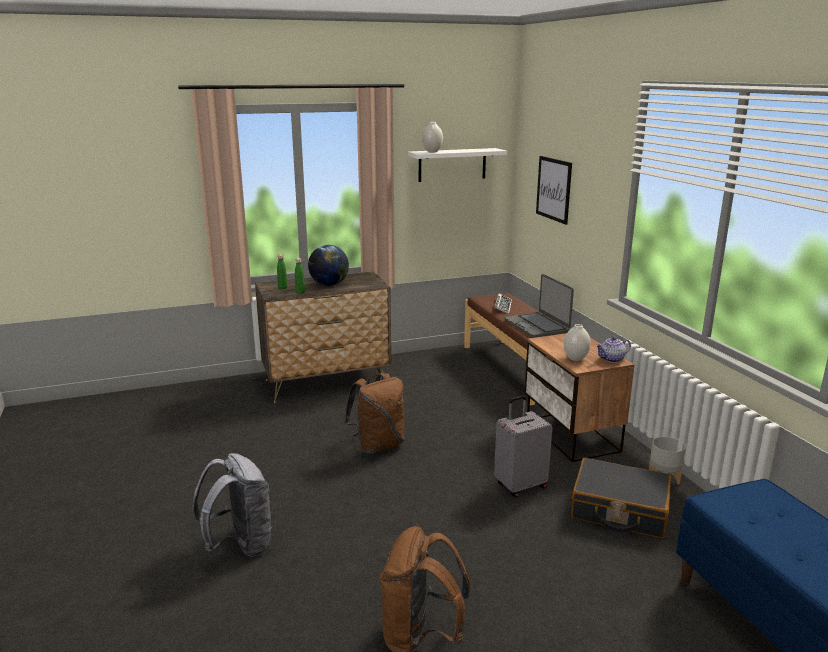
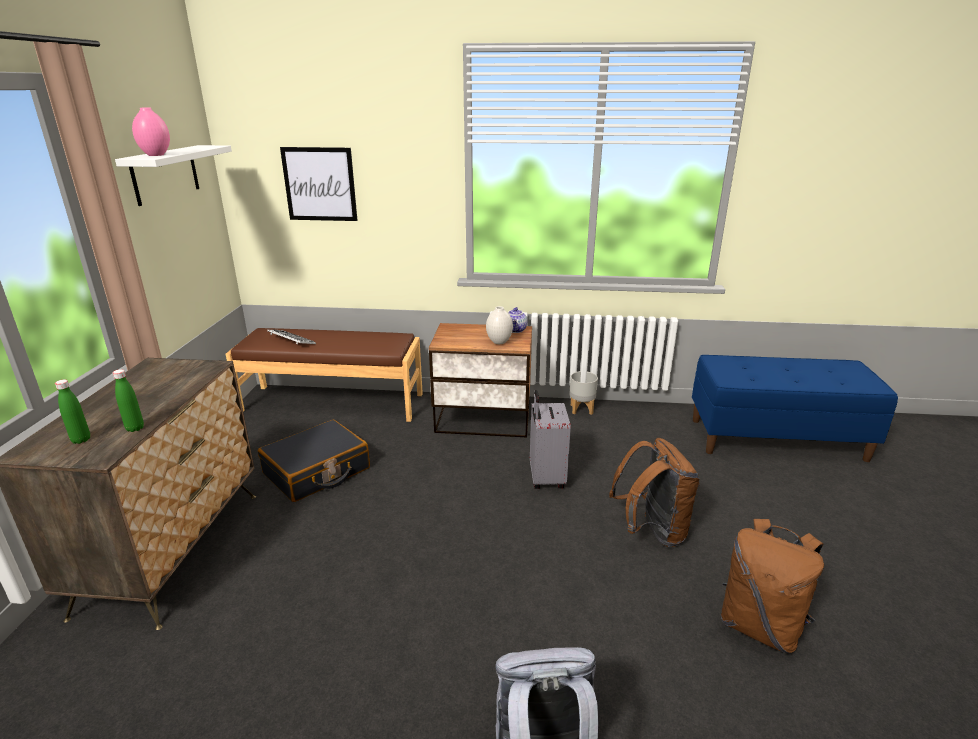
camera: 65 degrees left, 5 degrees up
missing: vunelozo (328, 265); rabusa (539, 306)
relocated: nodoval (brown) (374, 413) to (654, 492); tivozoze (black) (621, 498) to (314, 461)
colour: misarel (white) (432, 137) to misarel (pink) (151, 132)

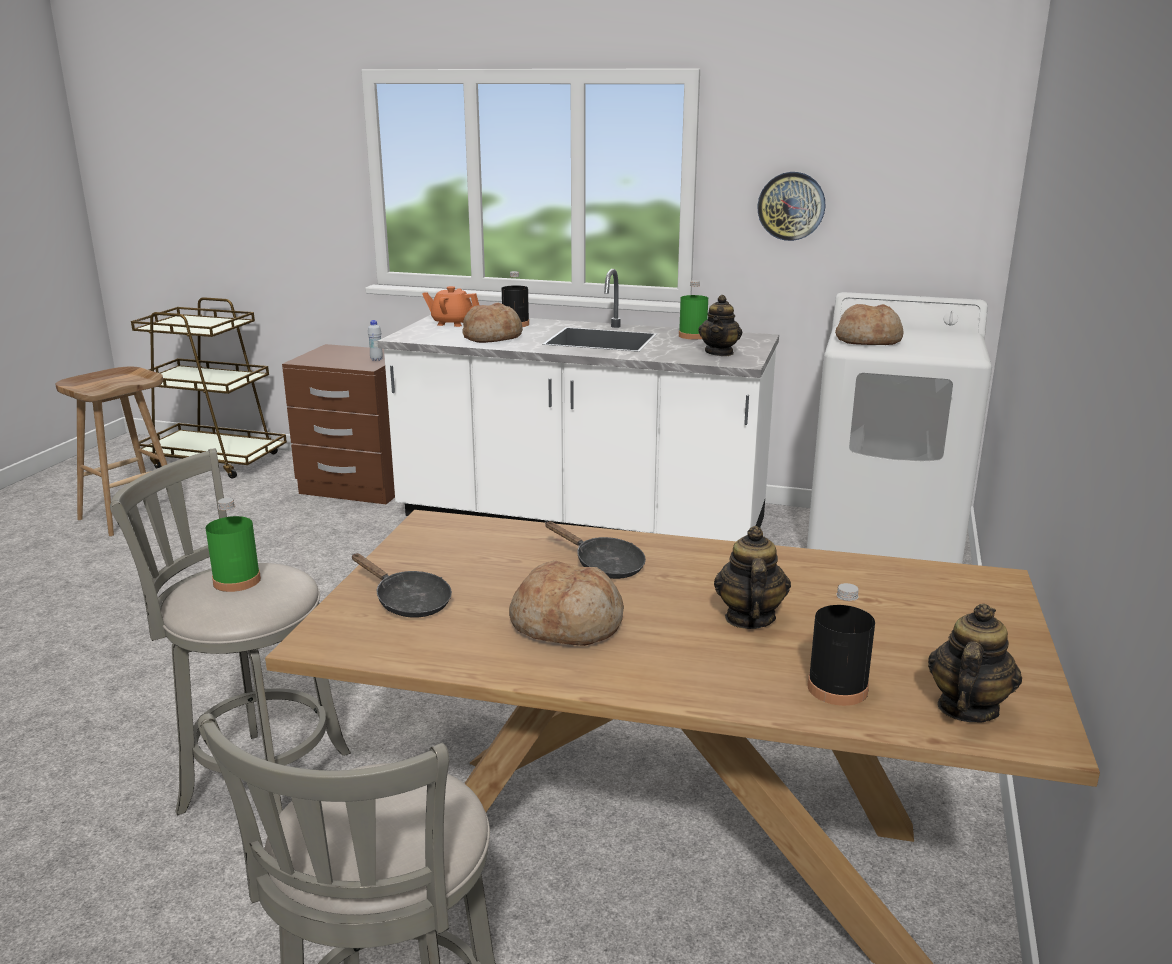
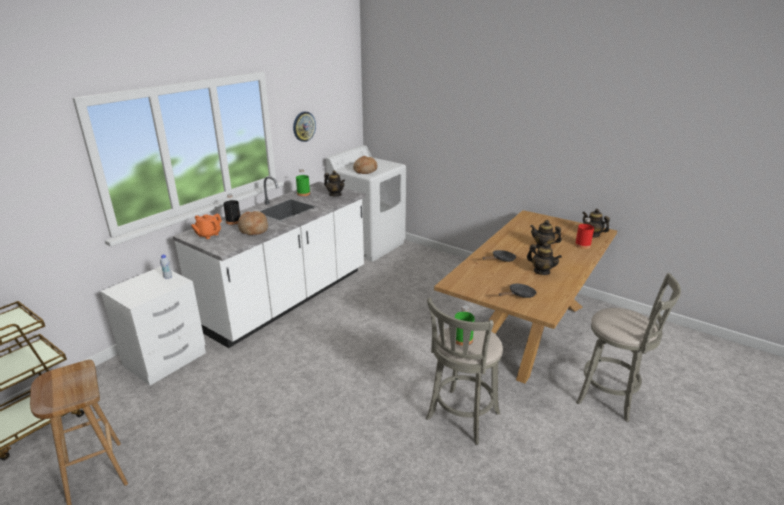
camera: 70 degrees left, 5 degrees up
exchanged: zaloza (566, 603) to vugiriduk (544, 259)
colour: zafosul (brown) (338, 424) to zafosul (white) (153, 326); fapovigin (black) (841, 644) to fapovigin (red) (584, 233)

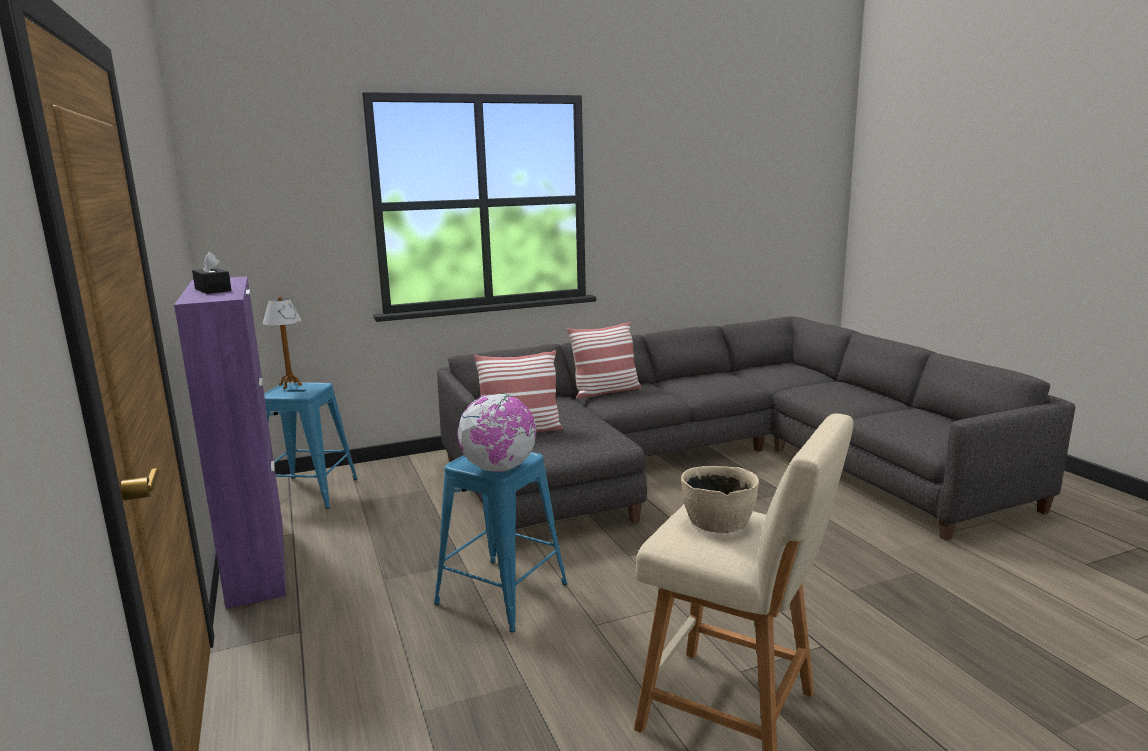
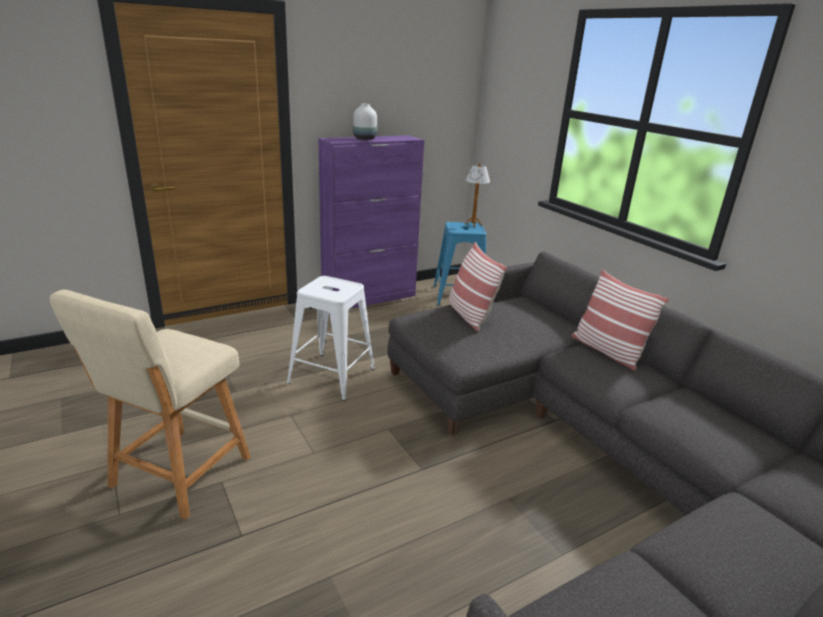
camera: 80 degrees right, 10 degrees up
missing: vunelozo (496, 432); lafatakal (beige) (720, 499)
exchanged: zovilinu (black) (212, 273) to misarel (white) (365, 122)
colour: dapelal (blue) (500, 542) to dapelal (white) (331, 338)

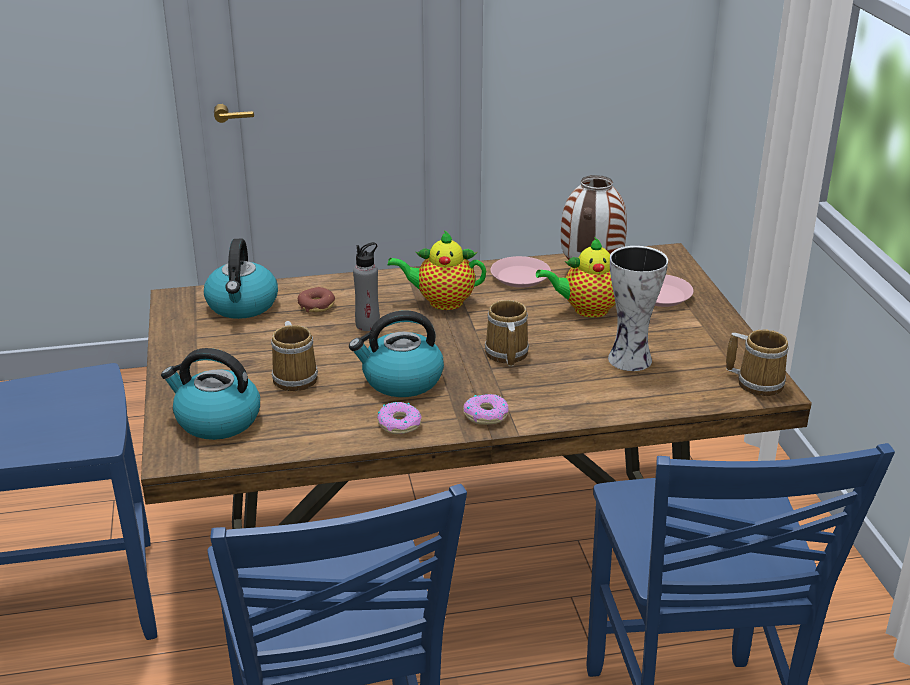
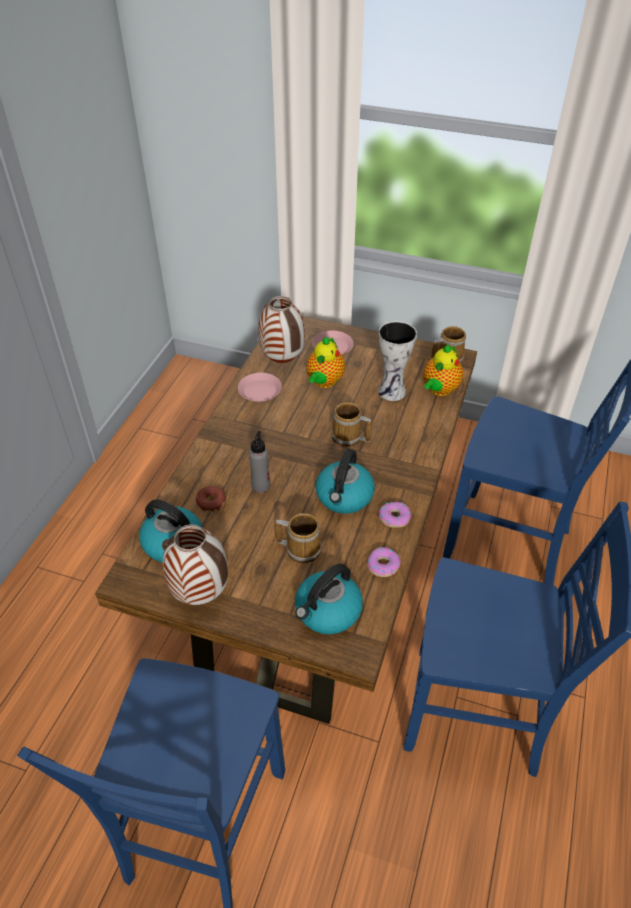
camera: 60 degrees left, 15 degrees up
appeared: misarel (195, 565)
relocated: vugiriduk (437, 270) to (443, 370); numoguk (485, 409) to (384, 562)

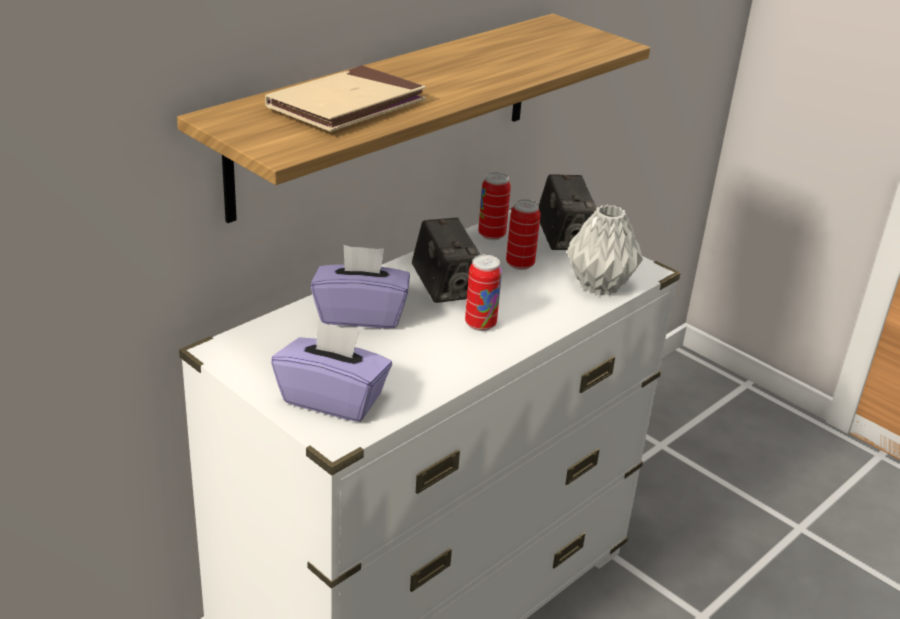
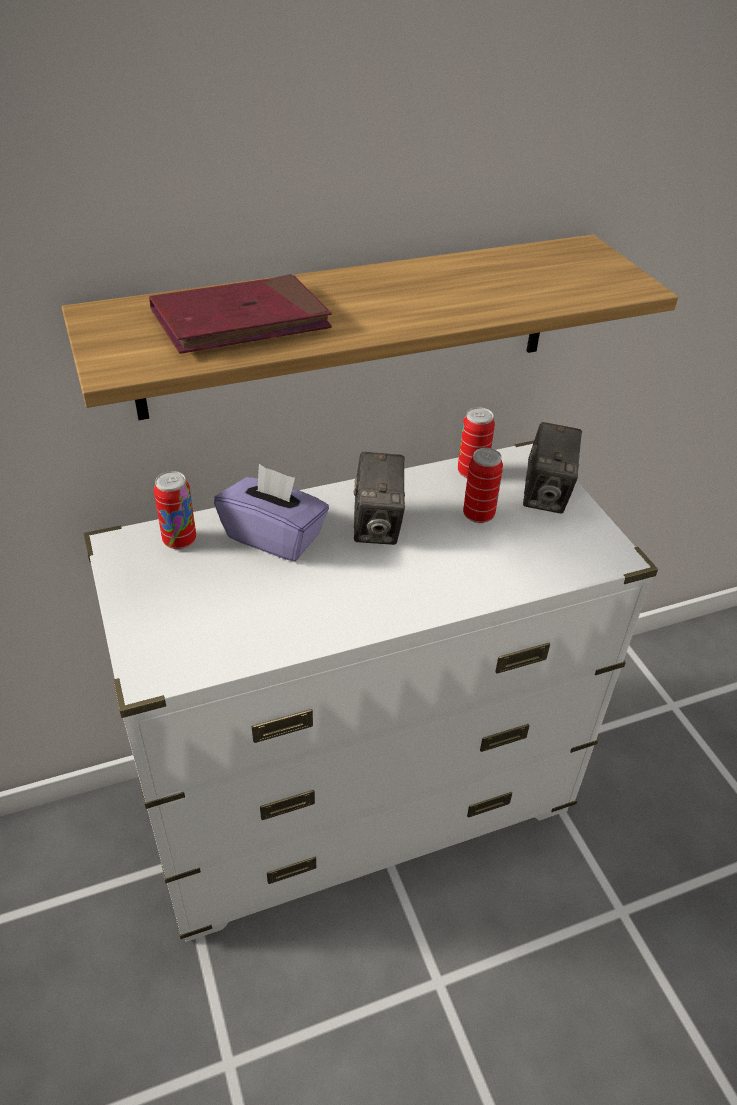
camera: 25 degrees right, 10 degrees up
missing: zovilinu (purple) (331, 371); misarel (grey) (605, 249)
relocated: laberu (483, 293) to (175, 510)
colour: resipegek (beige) (345, 98) to resipegek (red) (240, 314)

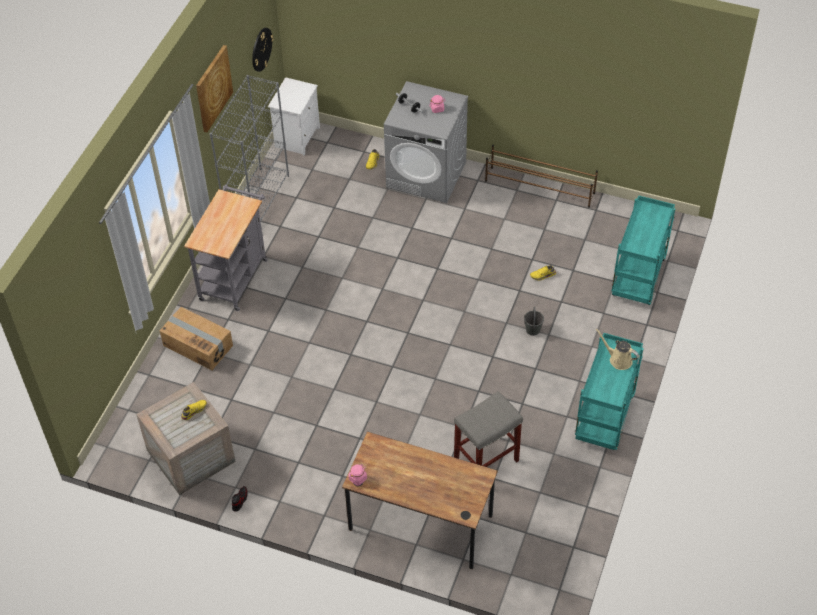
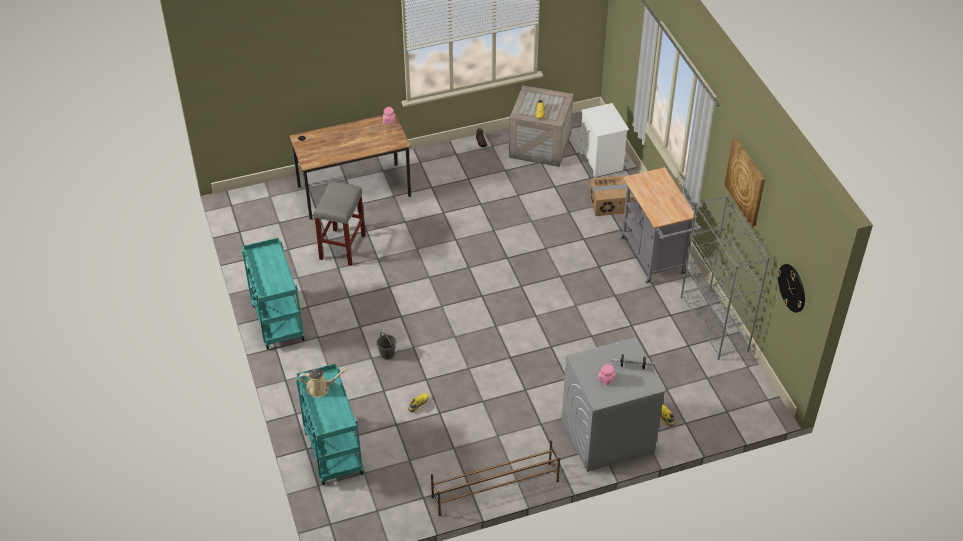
camera: 140 degrees right, 5 degrees down
relocated: zafosul (white) (294, 116) to (604, 140); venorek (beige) (617, 349) to (323, 382)

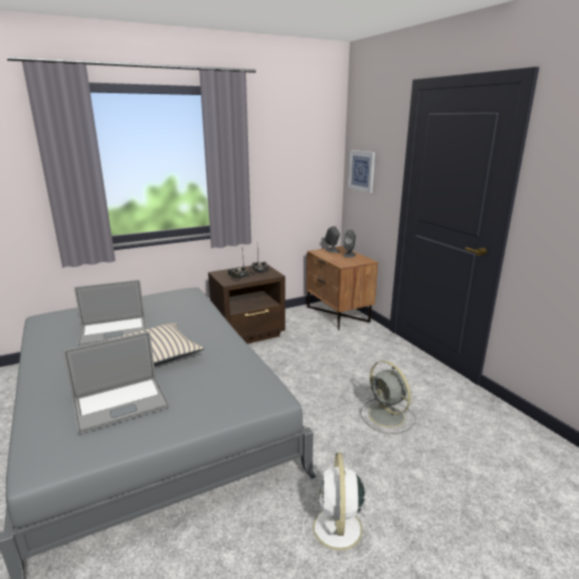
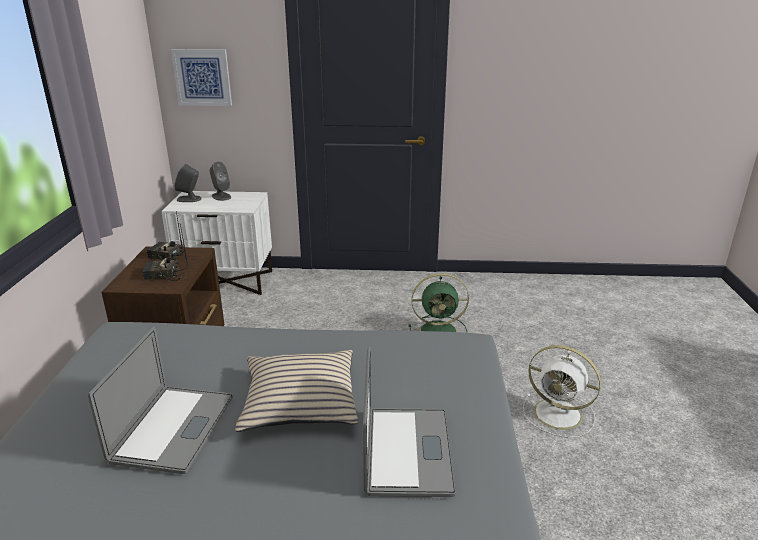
camera: 60 degrees left, 5 degrees up
colour: zafosul (brown) (342, 288) to zafosul (white) (216, 243); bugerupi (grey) (388, 397) to bugerupi (green) (439, 302)

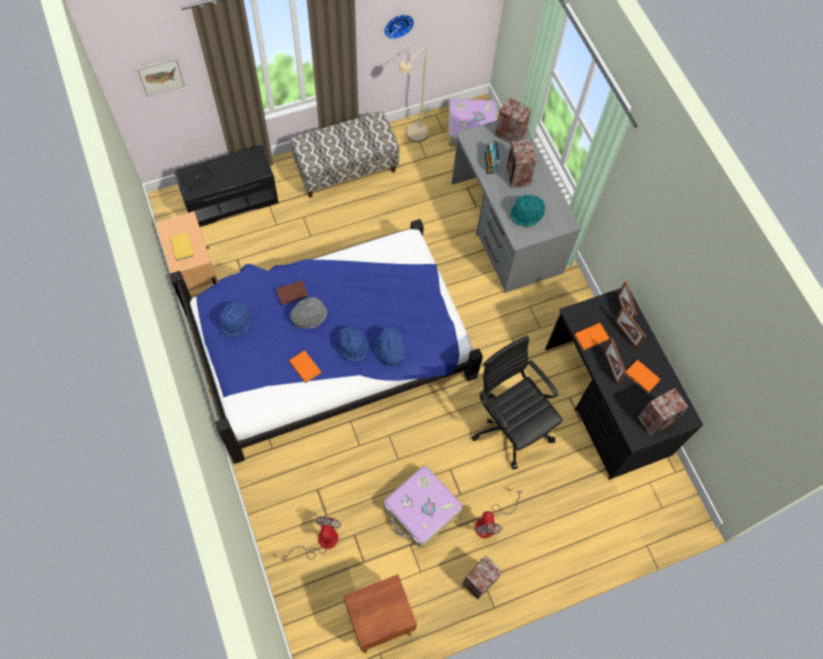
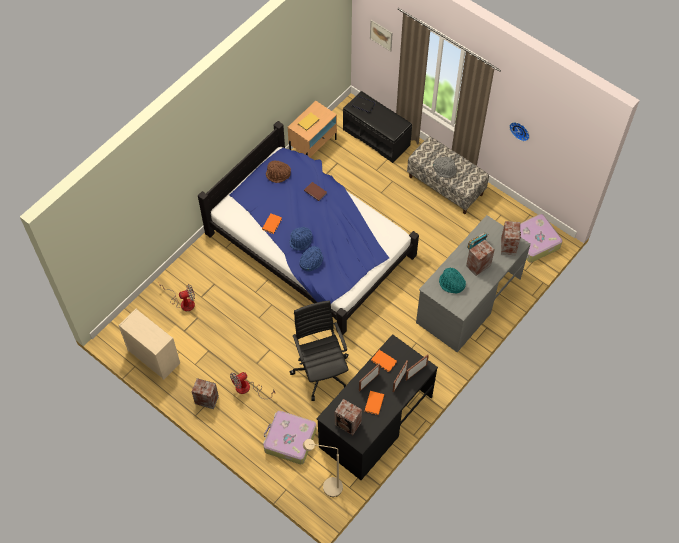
camera: 65 degrees right, 5 degrees down
relocated: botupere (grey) (308, 313) to (445, 167); tivozoze (423, 506) to (289, 437); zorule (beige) (413, 94) to (323, 468)
exchanged: zafosul (brown) (380, 614) to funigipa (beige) (149, 344)
colour: botupere (blue) (235, 319) to botupere (brown) (278, 171)
spun: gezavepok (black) (517, 403) = (319, 350) 45 degrees counterclockwise

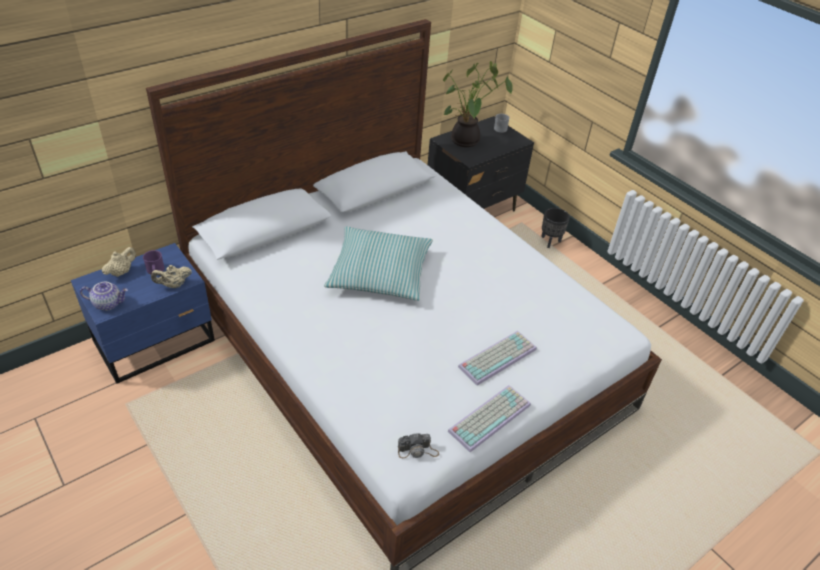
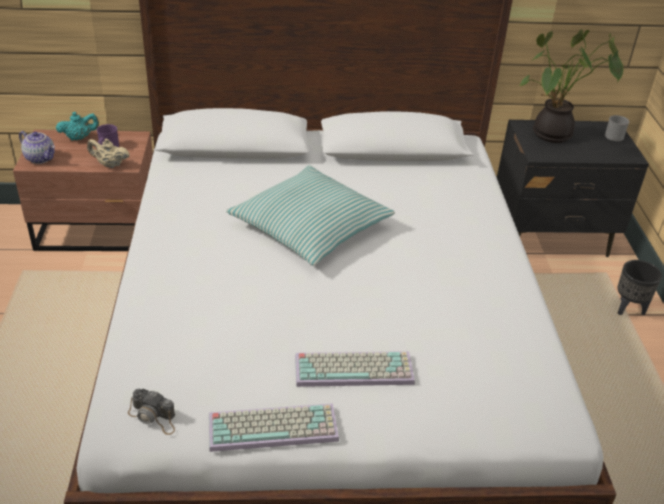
camera: 35 degrees right, 5 degrees down
colour: zafosul (blue) (143, 313) to zafosul (brown) (83, 190); vugiriduk (beige) (119, 262) to vugiriduk (turquoise) (77, 126)

